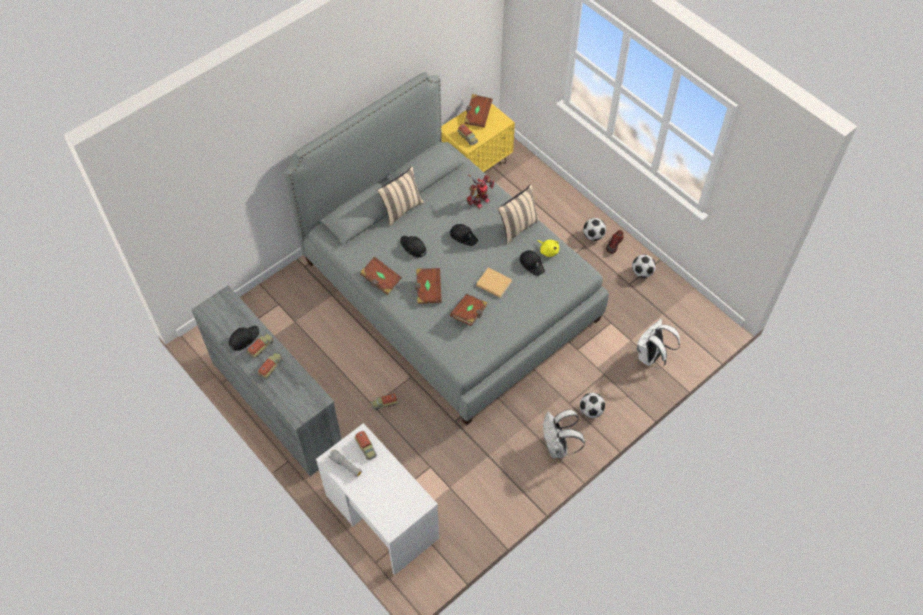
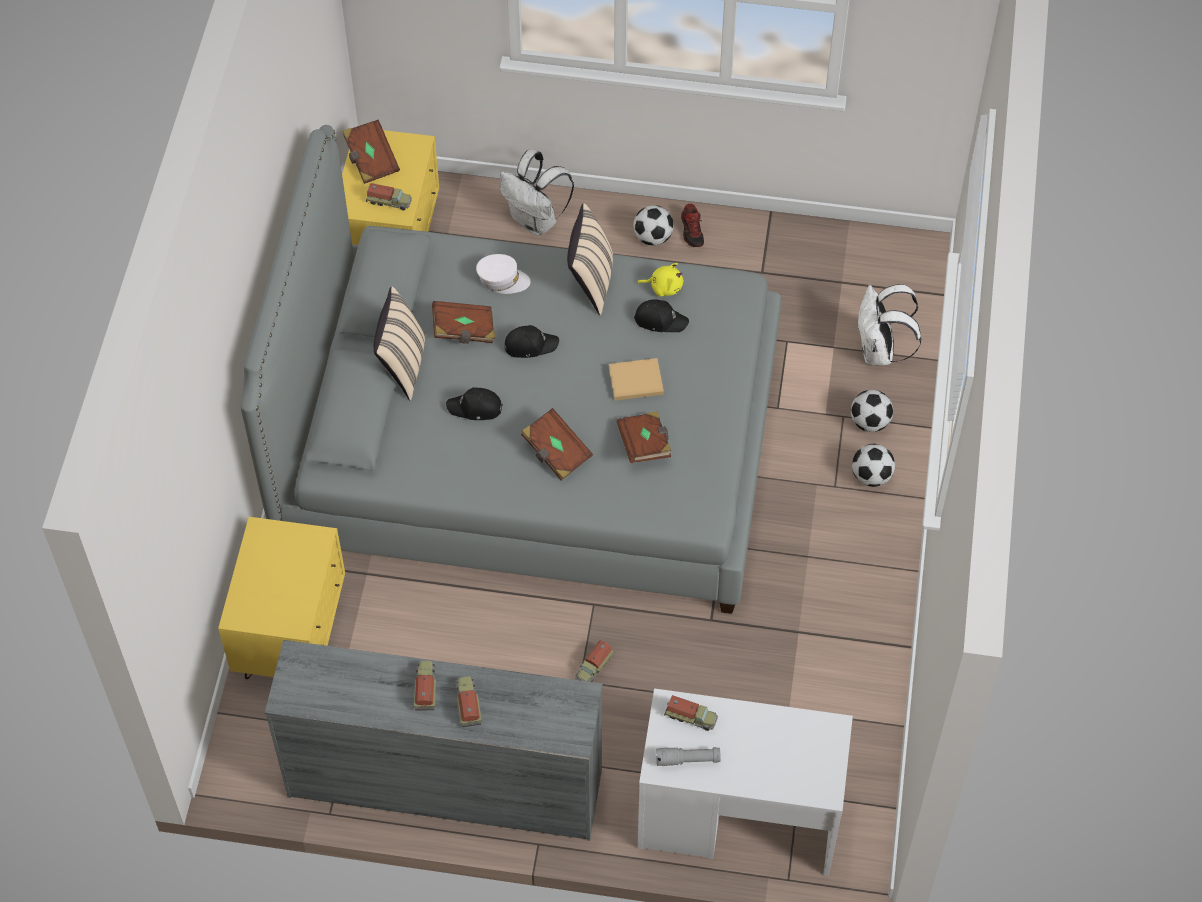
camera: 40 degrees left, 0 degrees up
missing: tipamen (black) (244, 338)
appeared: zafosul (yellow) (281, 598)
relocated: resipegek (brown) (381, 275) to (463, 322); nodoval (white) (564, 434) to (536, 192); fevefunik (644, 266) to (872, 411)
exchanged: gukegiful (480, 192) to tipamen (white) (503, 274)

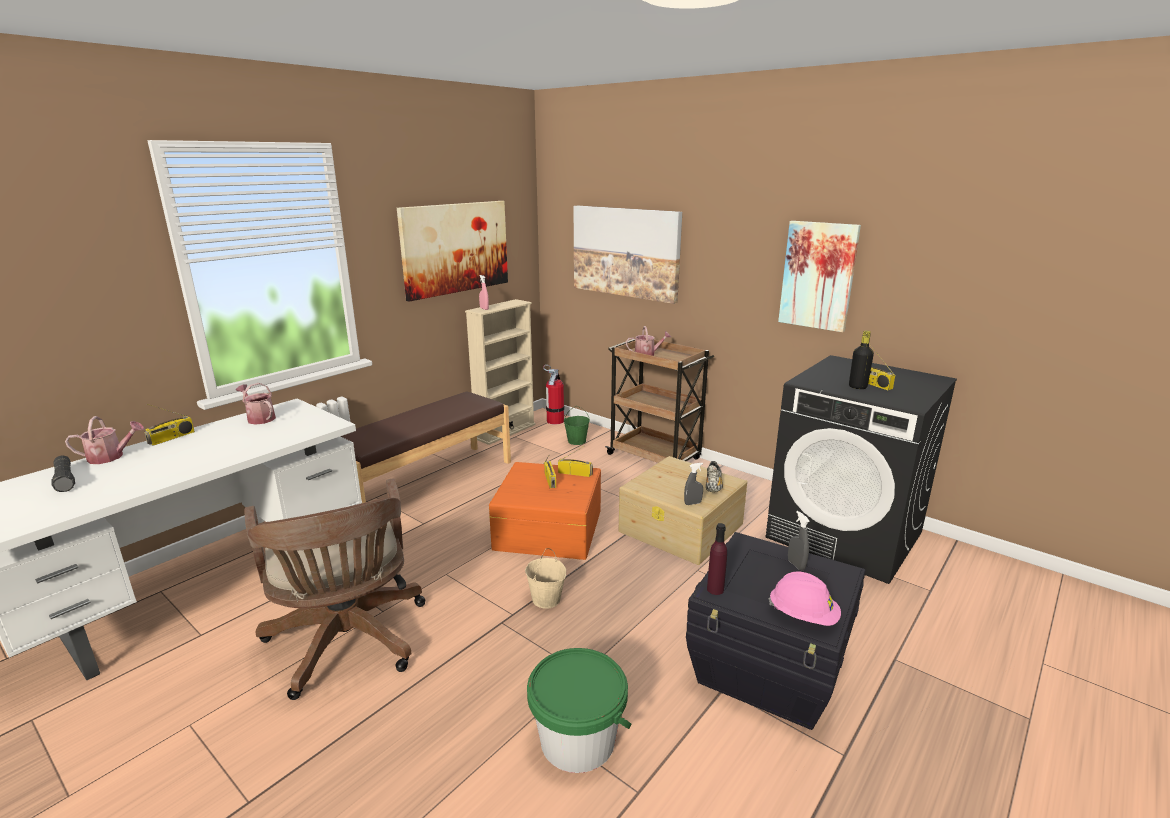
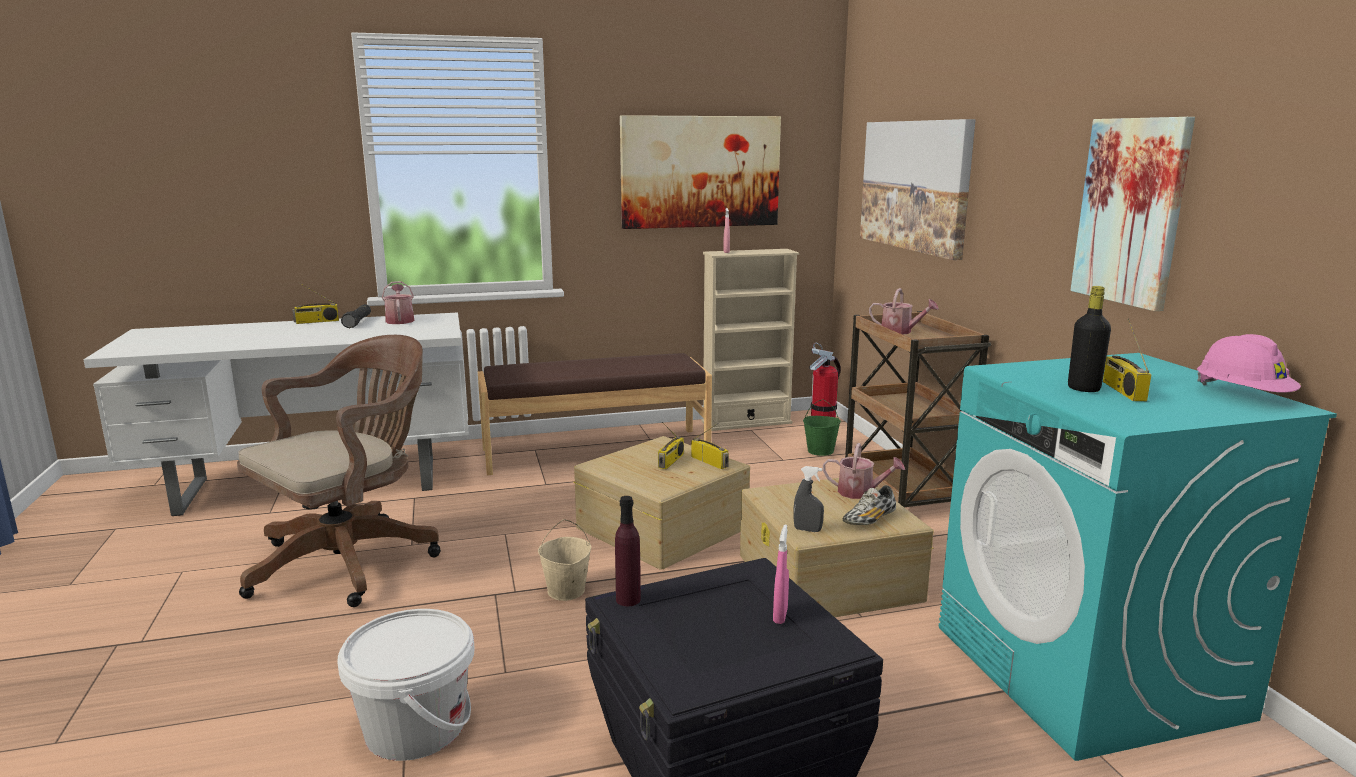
camera: 35 degrees right, 5 degrees down
relocated: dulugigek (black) (63, 473) to (356, 316); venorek (104, 440) to (864, 471); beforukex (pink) (804, 599) to (1249, 363)
colour: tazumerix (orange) (545, 511) to tazumerix (beige) (662, 503); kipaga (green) (579, 710) to kipaga (white) (406, 685); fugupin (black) (861, 469) to fugupin (turquoise) (1138, 557); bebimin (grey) (799, 541) to bebimin (pink) (781, 574)
spun: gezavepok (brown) (335, 589) = (339, 471) 150 degrees counterclockwise

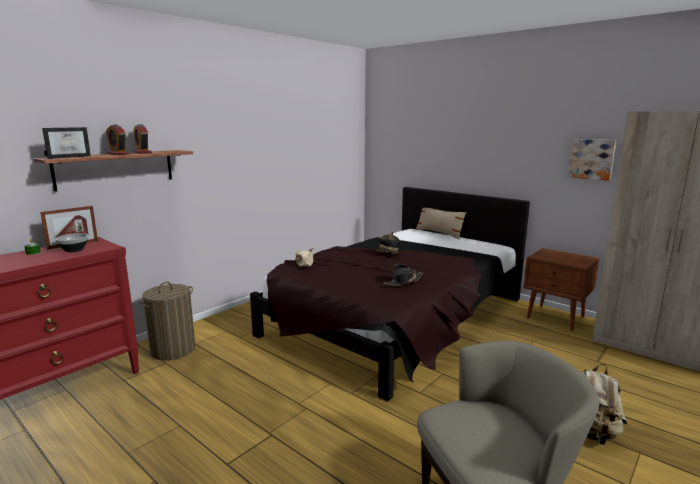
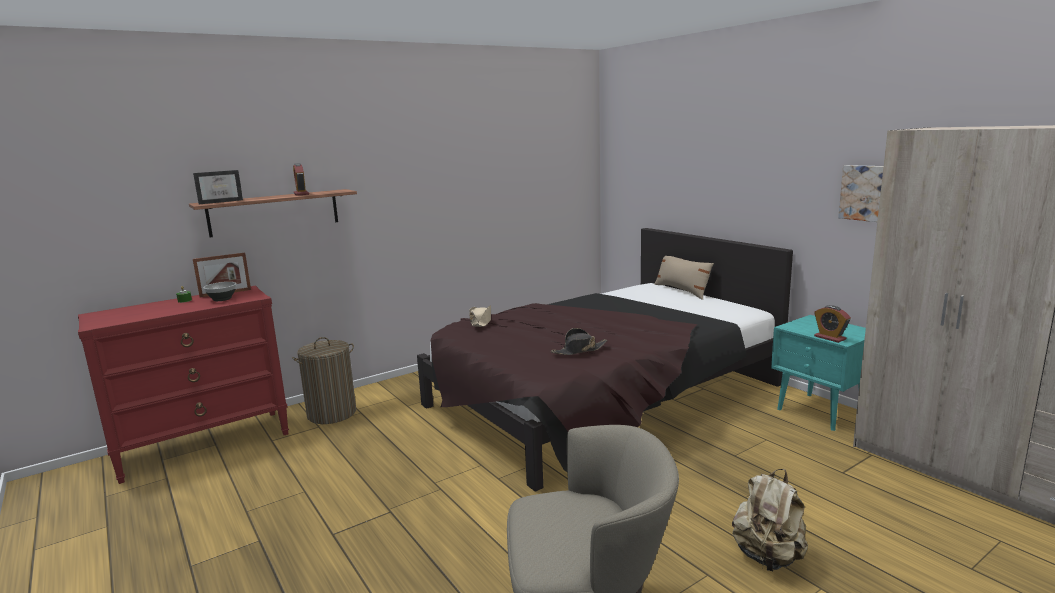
camera: 15 degrees right, 0 degrees up
missing: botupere (388, 243)
relocated: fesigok (117, 140) to (832, 324)
colour: zafosul (brown) (561, 289) to zafosul (turquoise) (818, 373)

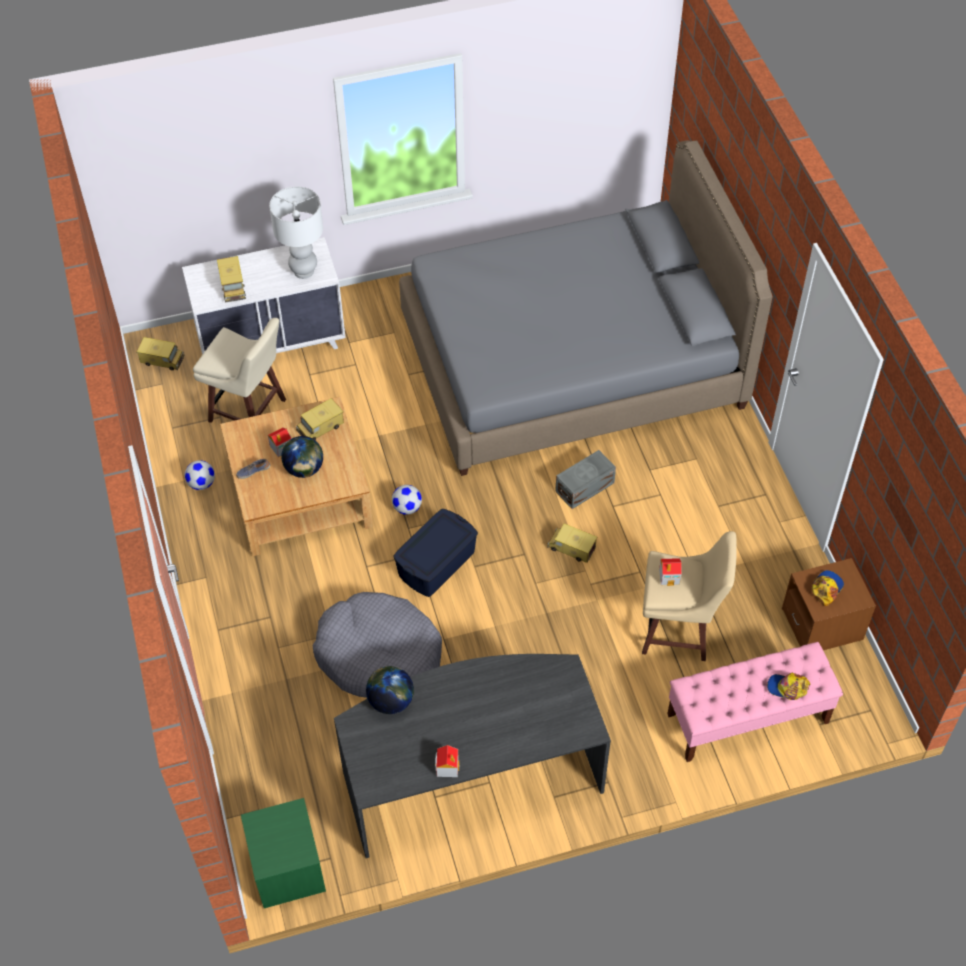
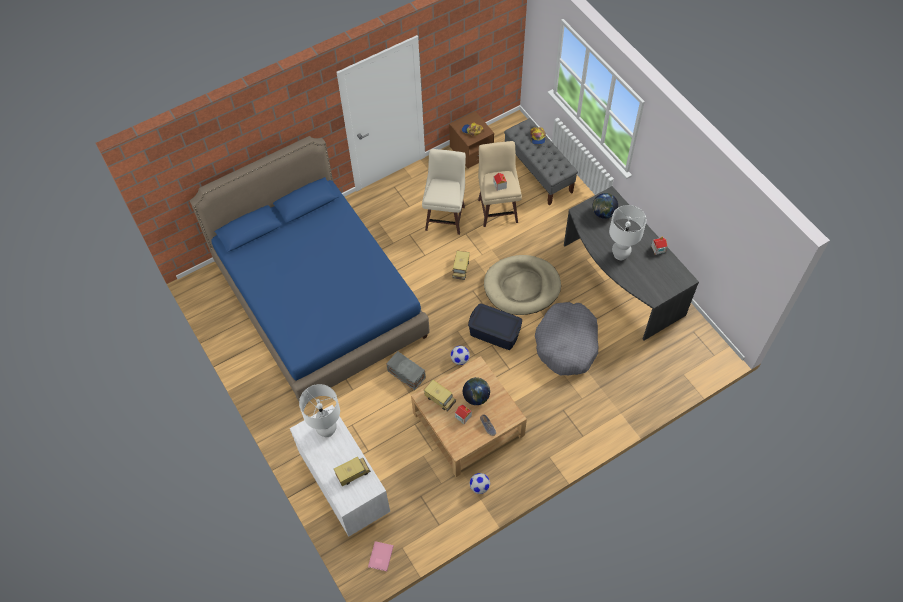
camera: 105 degrees left, 5 degrees up
missing: zafosul (green) (283, 853)
appeared: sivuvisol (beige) (522, 285); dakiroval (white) (627, 232)
relocated: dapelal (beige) (239, 370) to (444, 192); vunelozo (390, 690) to (605, 206); tazumerix (grey) (585, 479) to (406, 370)
exchanged: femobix (160, 353) to resipegek (pink) (381, 556)
colour: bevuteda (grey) (585, 308) to bevuteda (blue) (310, 270); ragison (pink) (755, 702) to ragison (grey) (541, 161)

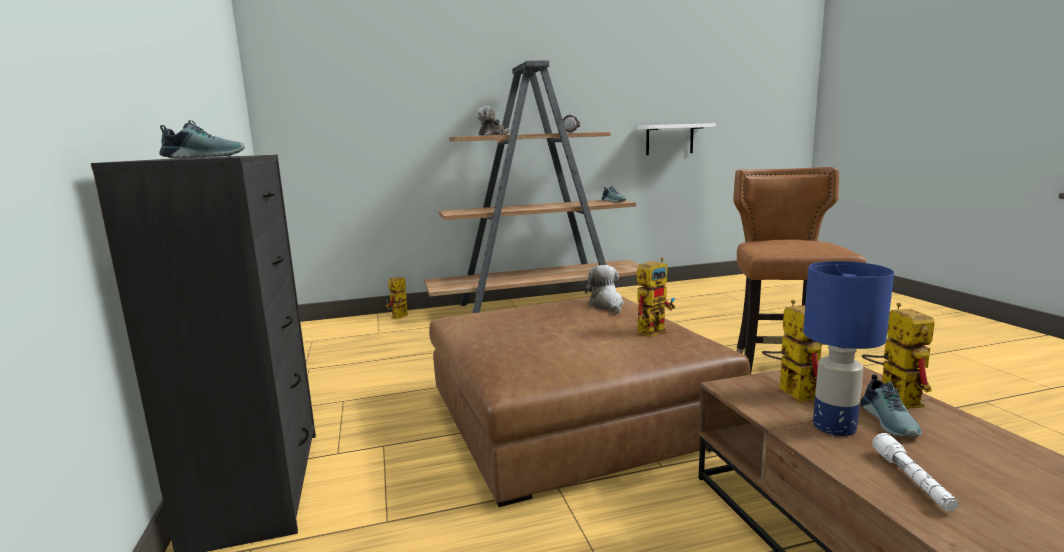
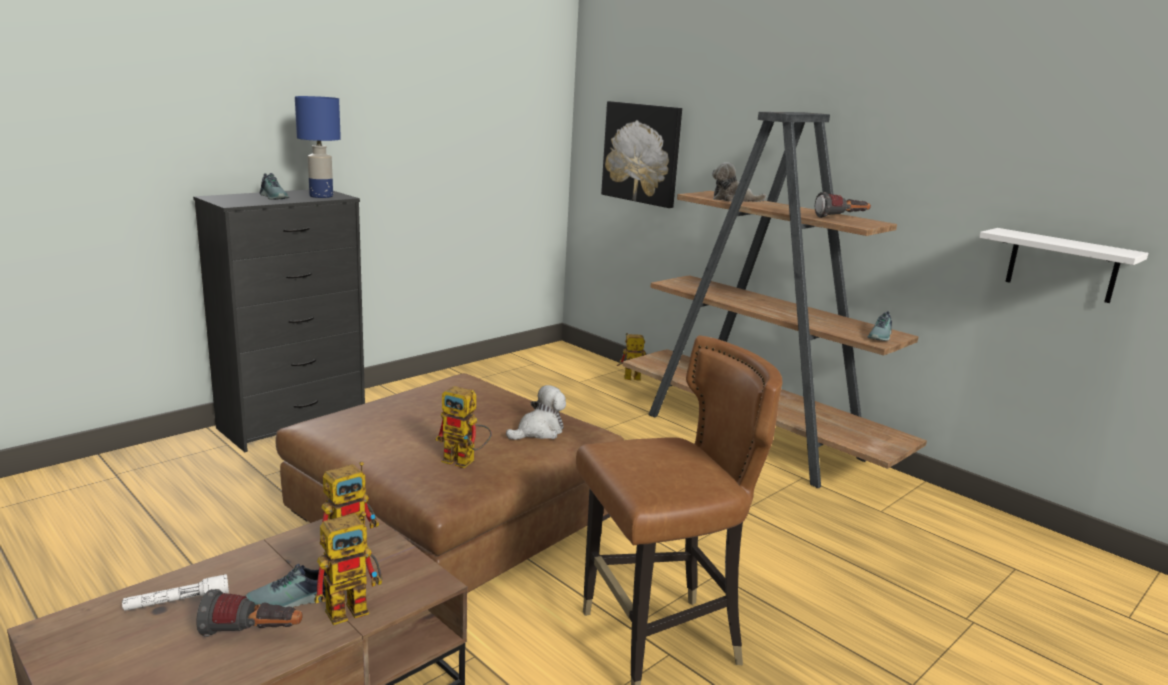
camera: 60 degrees right, 5 degrees up
appeared: dulugigek (249, 613); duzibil (641, 154)
relocated: dakiroval (blue) (848, 348) to (318, 147)

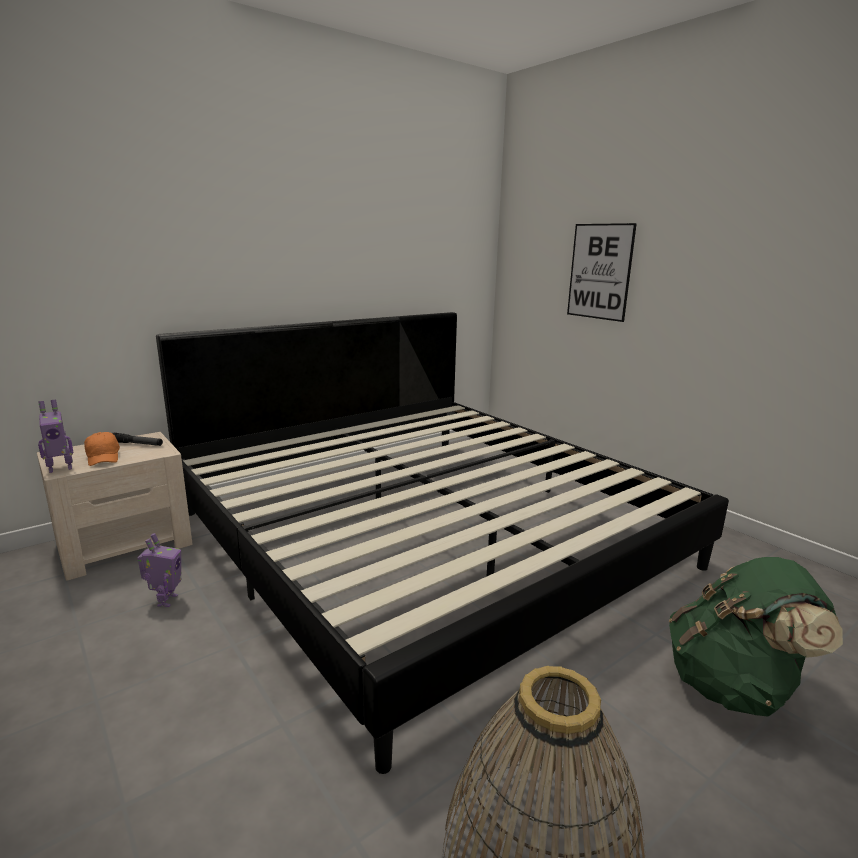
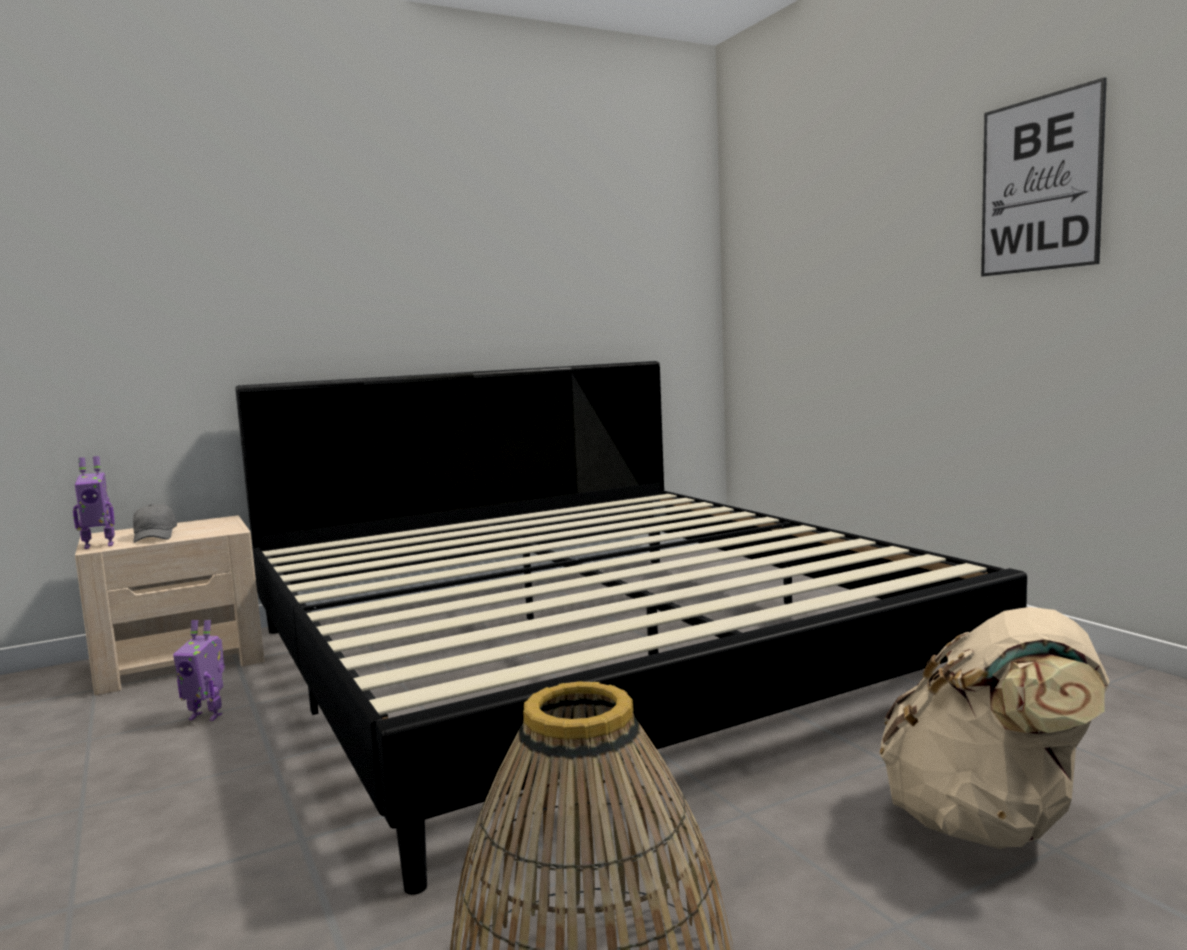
camera: 10 degrees right, 10 degrees down
missing: dulugigek (137, 439)
relocated: duzibil (602, 272) to (1044, 176)
colour: tipamen (orange) (102, 449) to tipamen (grey) (155, 523); nodoval (green) (756, 637) to nodoval (beige) (995, 728)
spun: gukegiful (159, 570) = (199, 670) 90 degrees clockwise

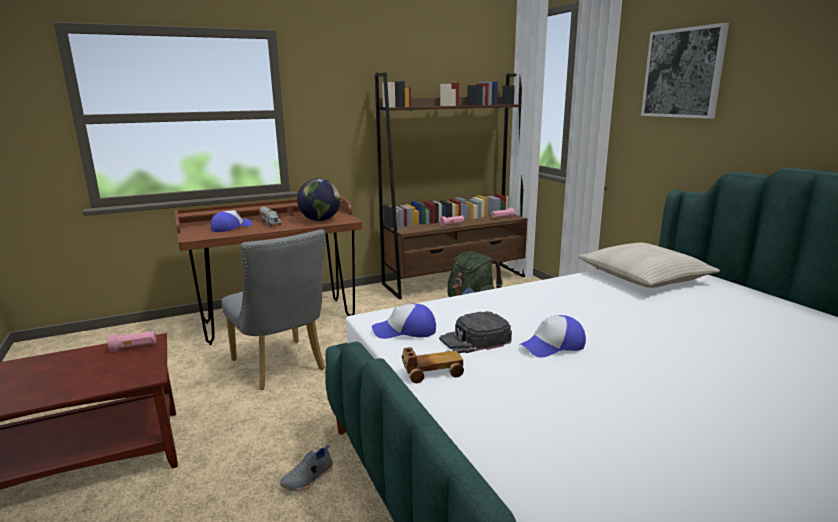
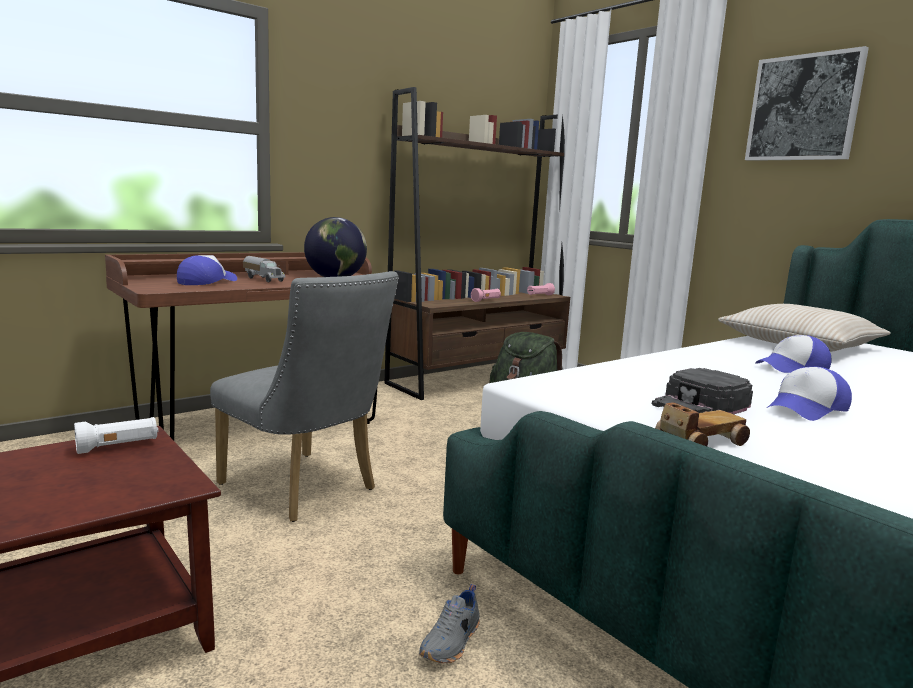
camera: 15 degrees left, 5 degrees down
relocated: tipamen (404, 321) to (793, 354)
colour: dulugigek (pink) (132, 341) to dulugigek (white) (116, 435)

